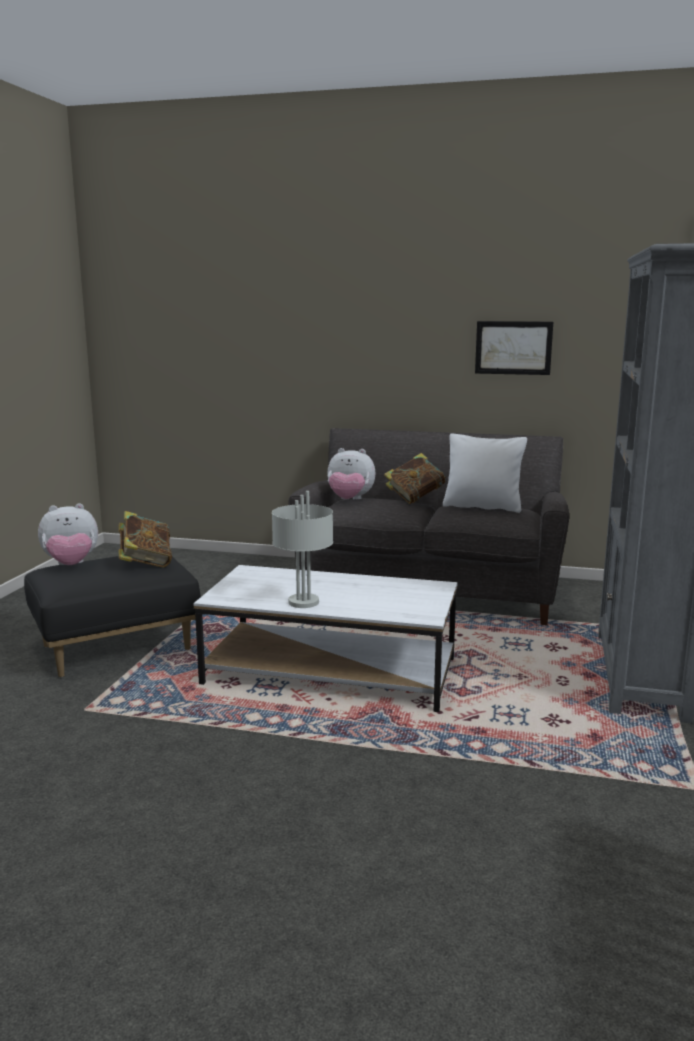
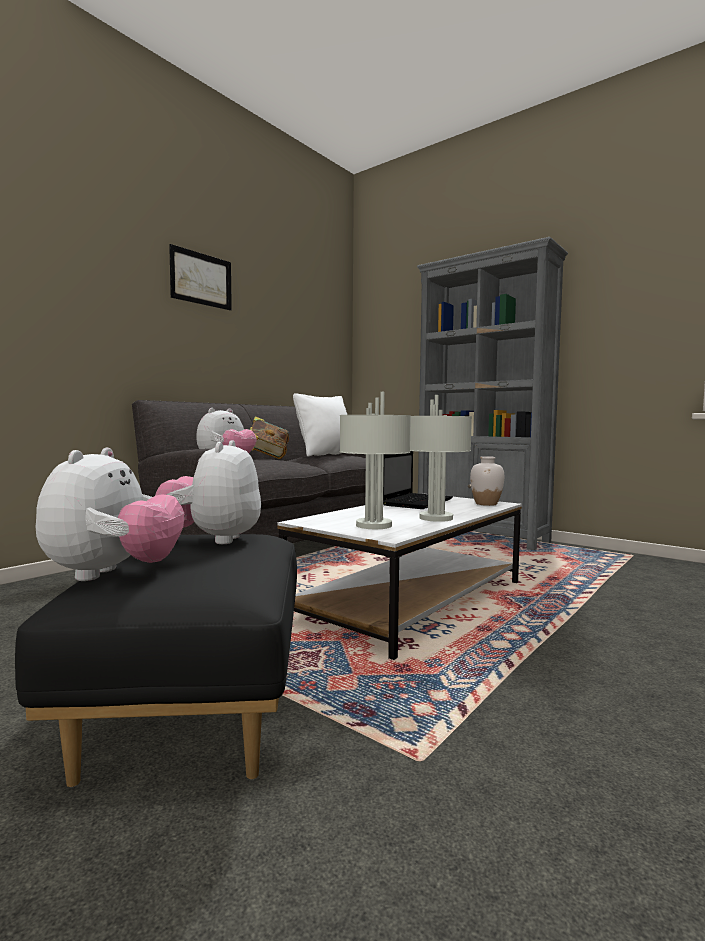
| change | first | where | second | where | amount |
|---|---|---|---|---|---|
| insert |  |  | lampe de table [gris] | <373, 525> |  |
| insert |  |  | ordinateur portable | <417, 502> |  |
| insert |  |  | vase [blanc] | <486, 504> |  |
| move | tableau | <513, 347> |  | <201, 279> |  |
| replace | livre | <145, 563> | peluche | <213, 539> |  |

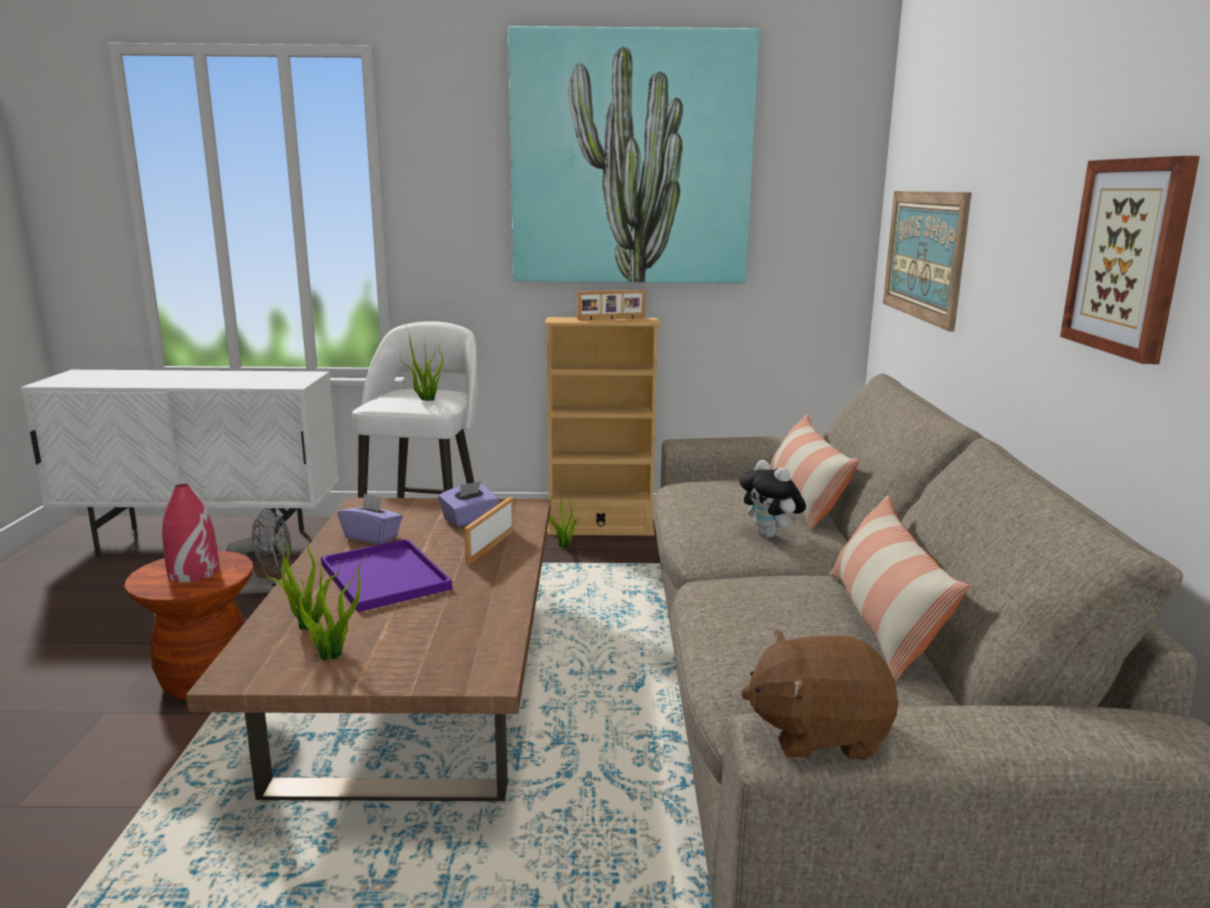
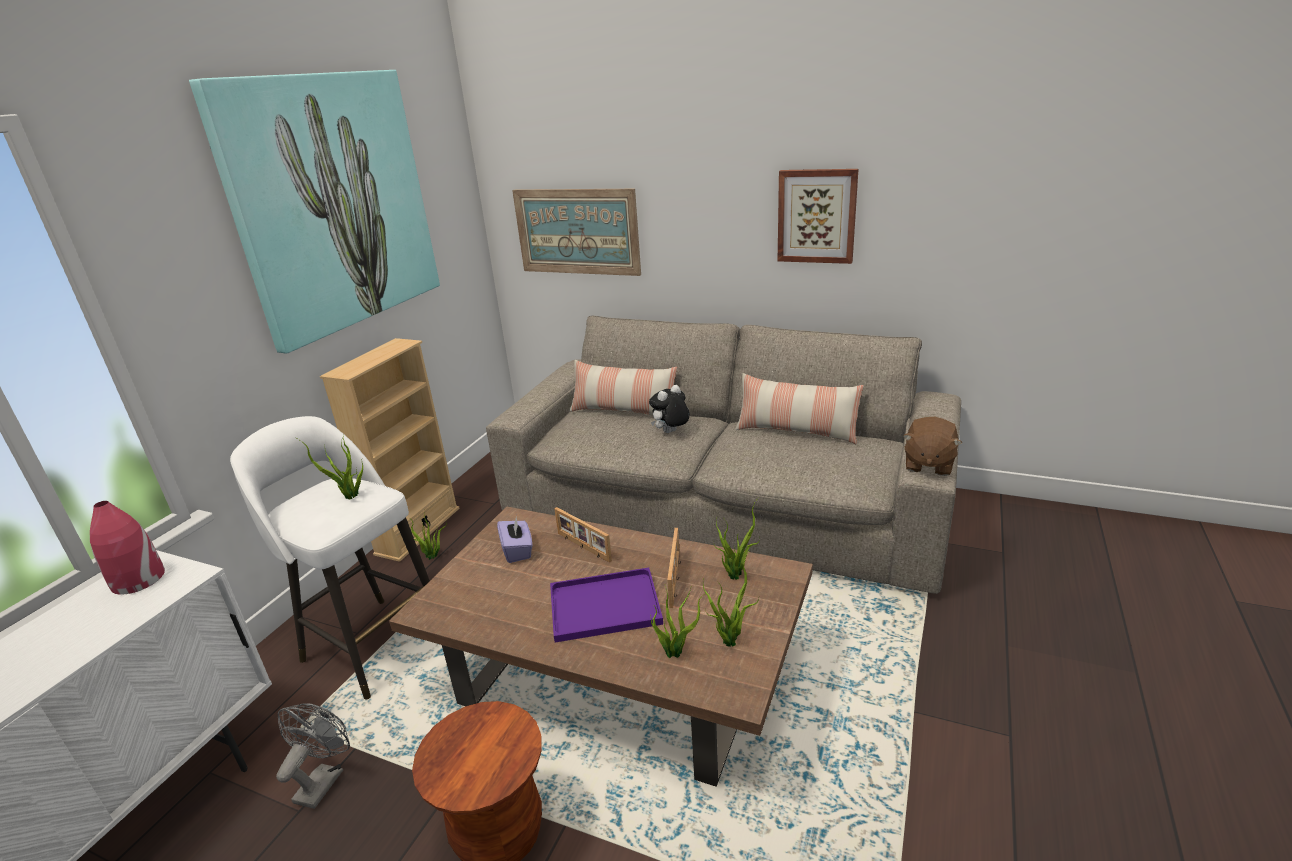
| change | first | where | second | where | amount |
|---|---|---|---|---|---|
| delete | boîte à mouchoirs [violet] | <372, 537> |  |  |  |
| insert |  |  | plante en pot | <734, 573> |  |
| move | vase [rouge] | <193, 572> |  | <137, 580> |  |
| move | cadre photo | <611, 319> |  | <676, 579> |  |
| rotate | peluche | <770, 535> |  | <670, 433> | 150 degrees clockwise |

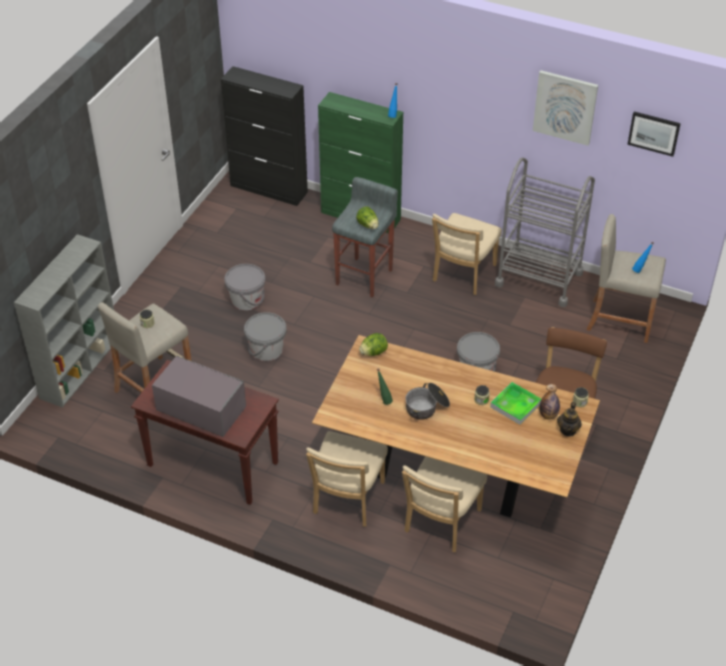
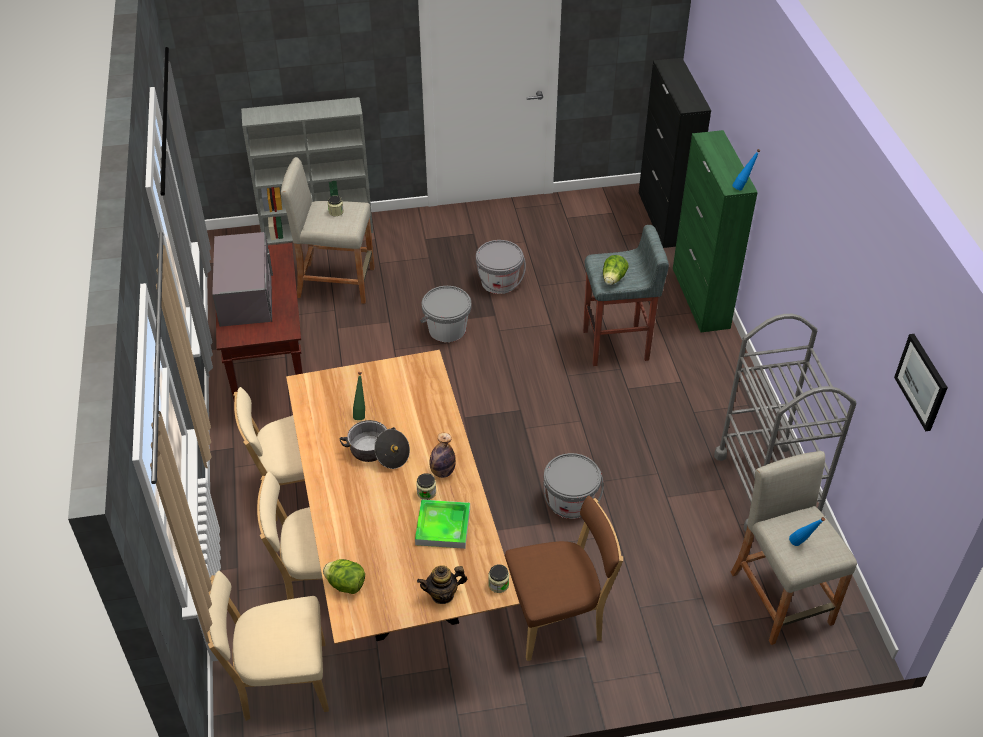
| change | first | where | second | where | amount |
|---|---|---|---|---|---|
| delete | tableau | <565, 107> |  |  |  |
| move | laitue | <373, 352> |  | <346, 584> |  |
| move | chaise [beige] | <462, 275> |  | <280, 682> |  |
| move | bouteille | <548, 415> |  | <442, 472> |  |

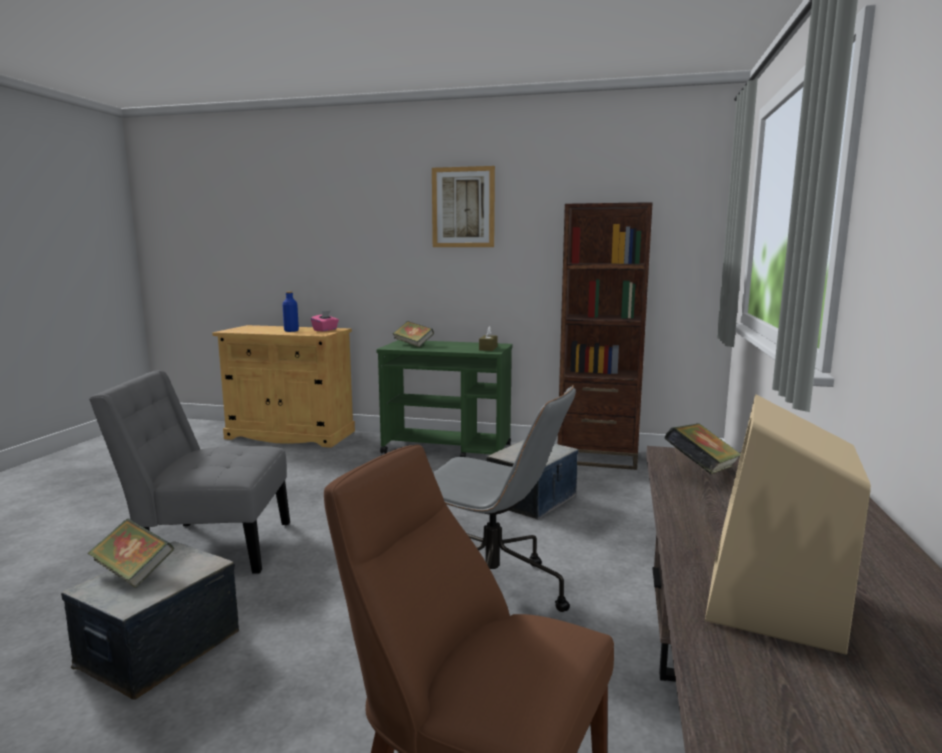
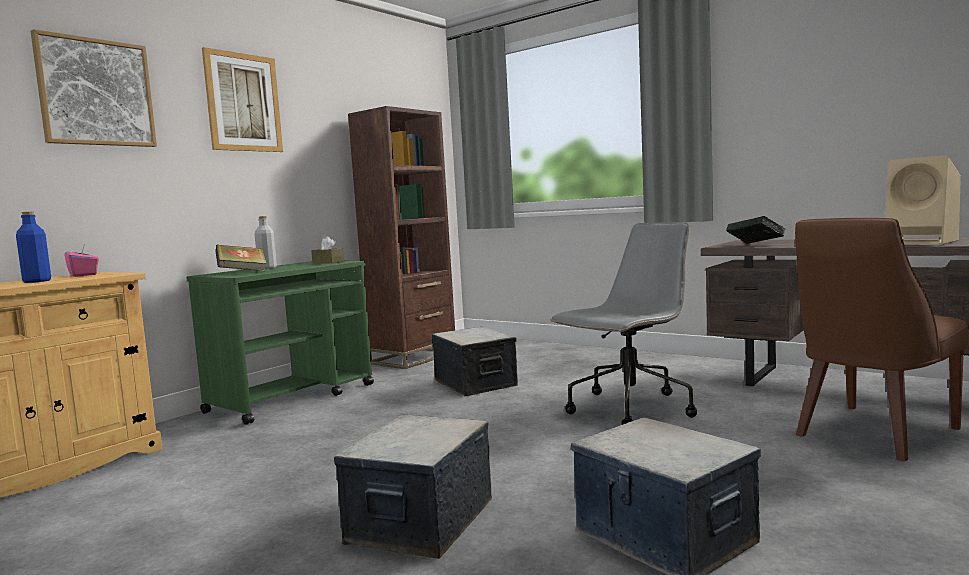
| change | first | where | second | where | amount |
|---|---|---|---|---|---|
| delete | livre | <133, 572> |  |  |  |
| insert |  |  | tableau | <96, 92> |  |
| insert |  |  | bouteille [gris] | <267, 268> |  |
| replace | chaise [gris] | <210, 547> | boîte de rangement | <420, 521> |  |

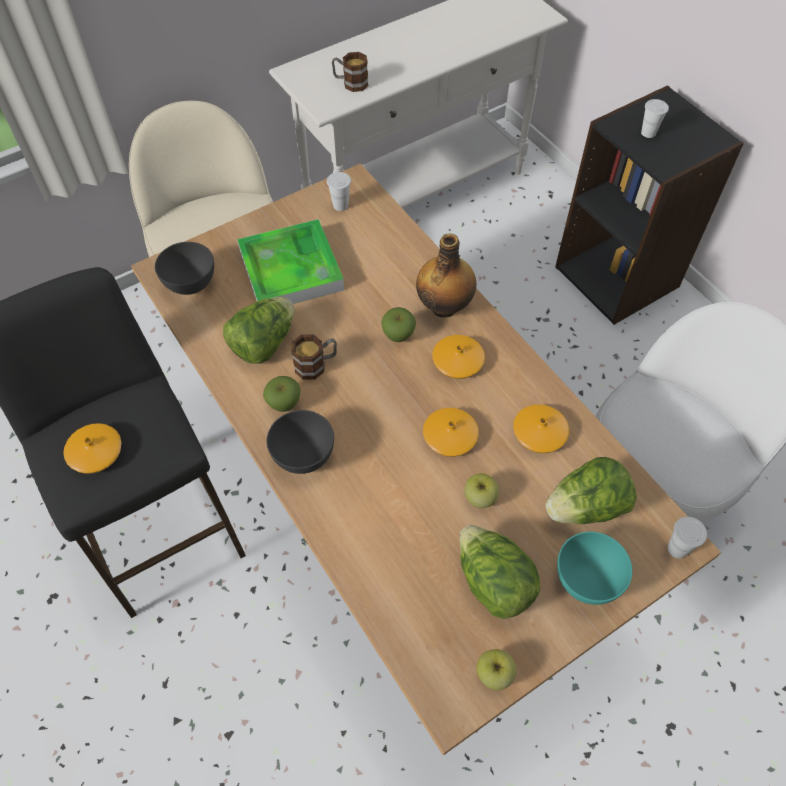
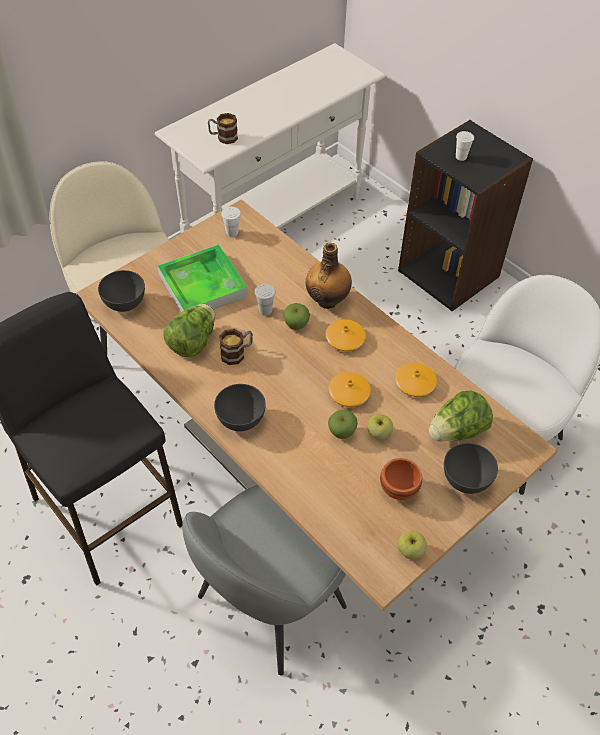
| change | first | where | second | where | amount |
|---|---|---|---|---|---|
| delete | vase [orange] | <95, 452> |  |  |  |
| insert |  |  | chaise [gris] | <268, 604> |  |
| move | pomme | <284, 404> |  | <341, 432> |  |
| move | tasse [blanc] | <677, 549> |  | <265, 310> |  |
| replace | laitue | <493, 583> | bol [marron] | <398, 490> |  |
| recolor | bol [turquoise] | <587, 580> | bol [gris] | <466, 480> |  |

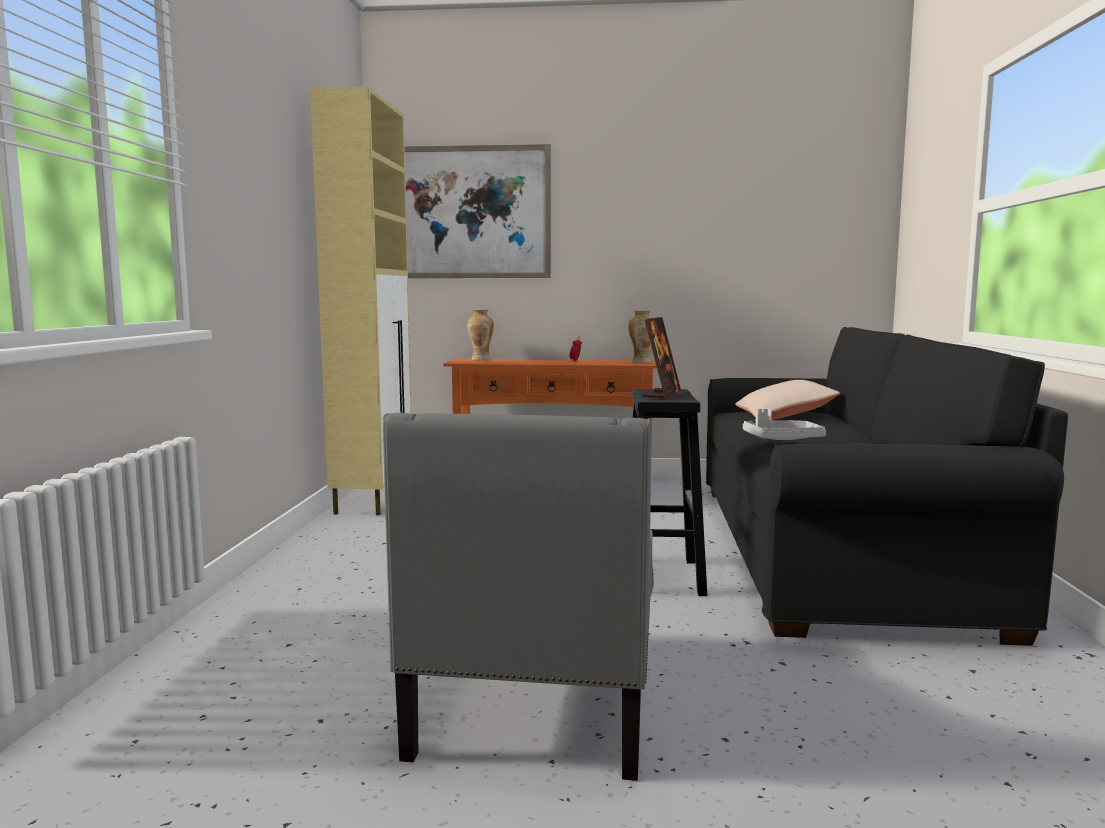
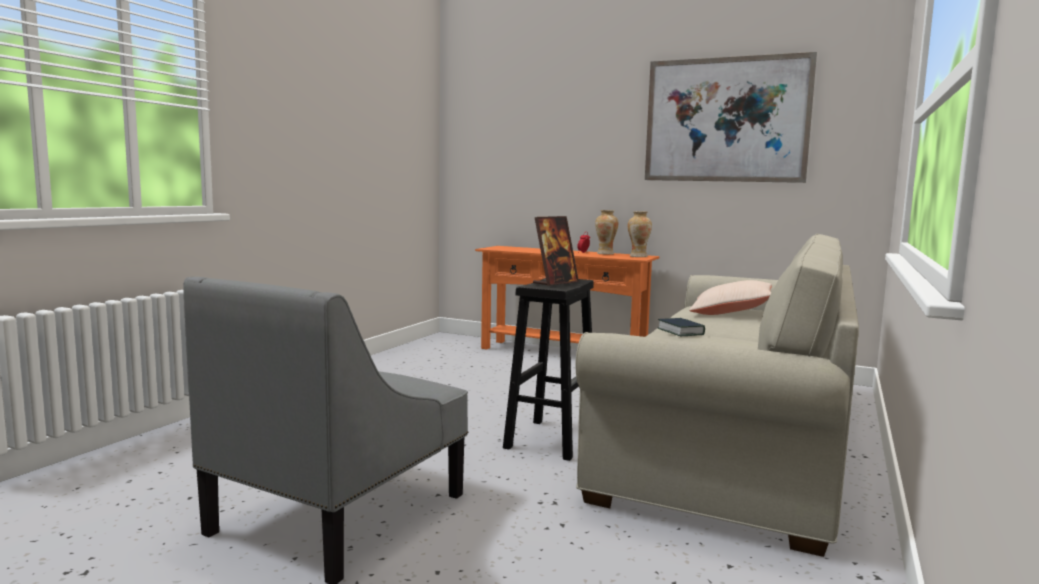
| change | first | where | second | where | amount |
|---|---|---|---|---|---|
| delete | meuble de rangement [beige] | <374, 500> |  |  |  |
| move | tableau | <467, 212> |  | <725, 120> |  |
| move | vase | <481, 359> |  | <605, 254> |  |
| replace | plateau [gris] | <782, 439> | livre | <680, 332> |  |
| recolor | canapé [noir] | <830, 549> | canapé [beige] | <735, 439> |  |

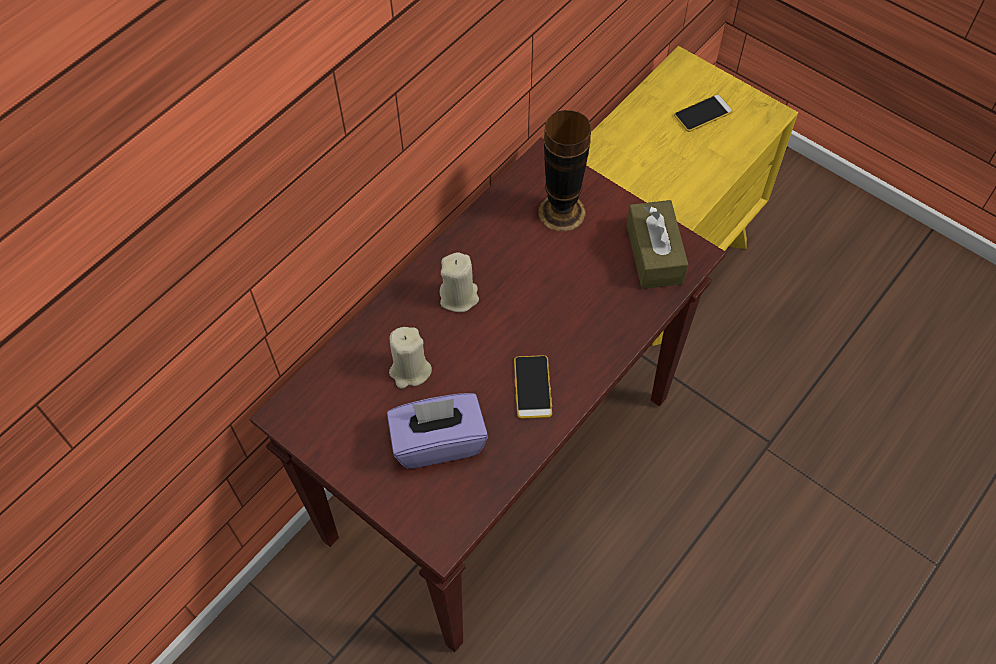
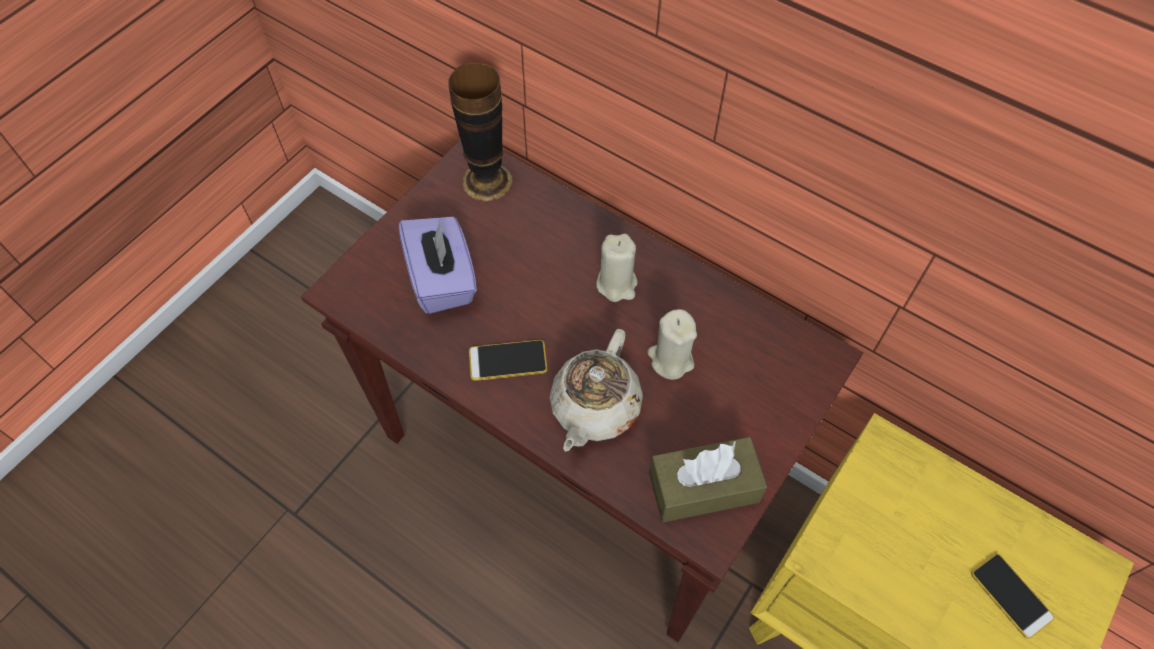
| change | first | where | second | where | amount |
|---|---|---|---|---|---|
| insert |  |  | théière [beige] | <594, 408> |  |
| move | bougie [beige] | <410, 371> |  | <670, 359> |  |
| move | vase | <561, 212> |  | <487, 181> |  |

